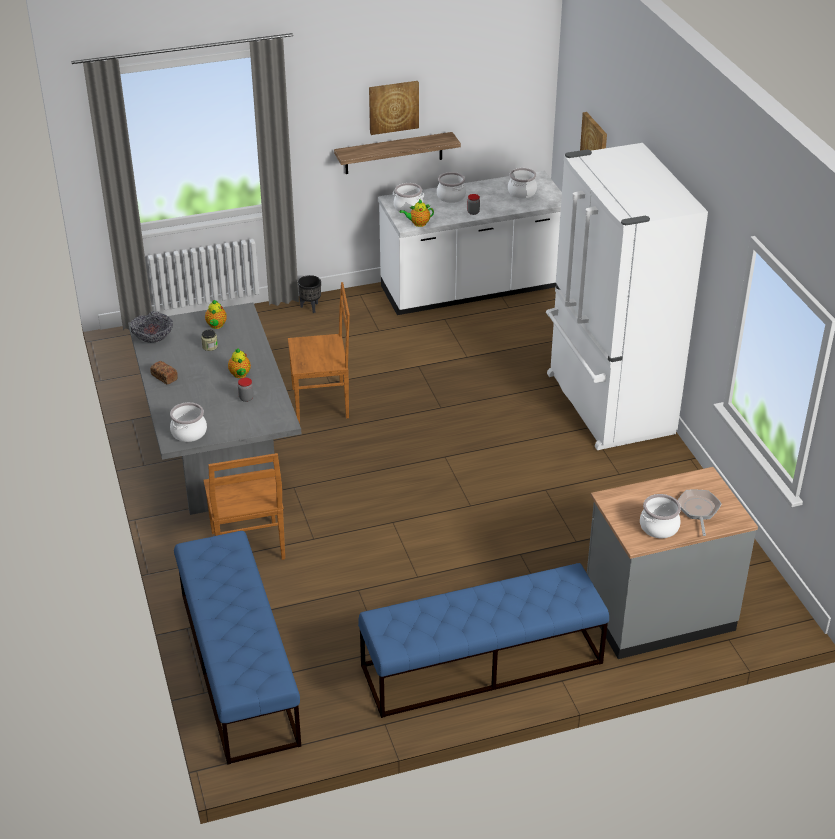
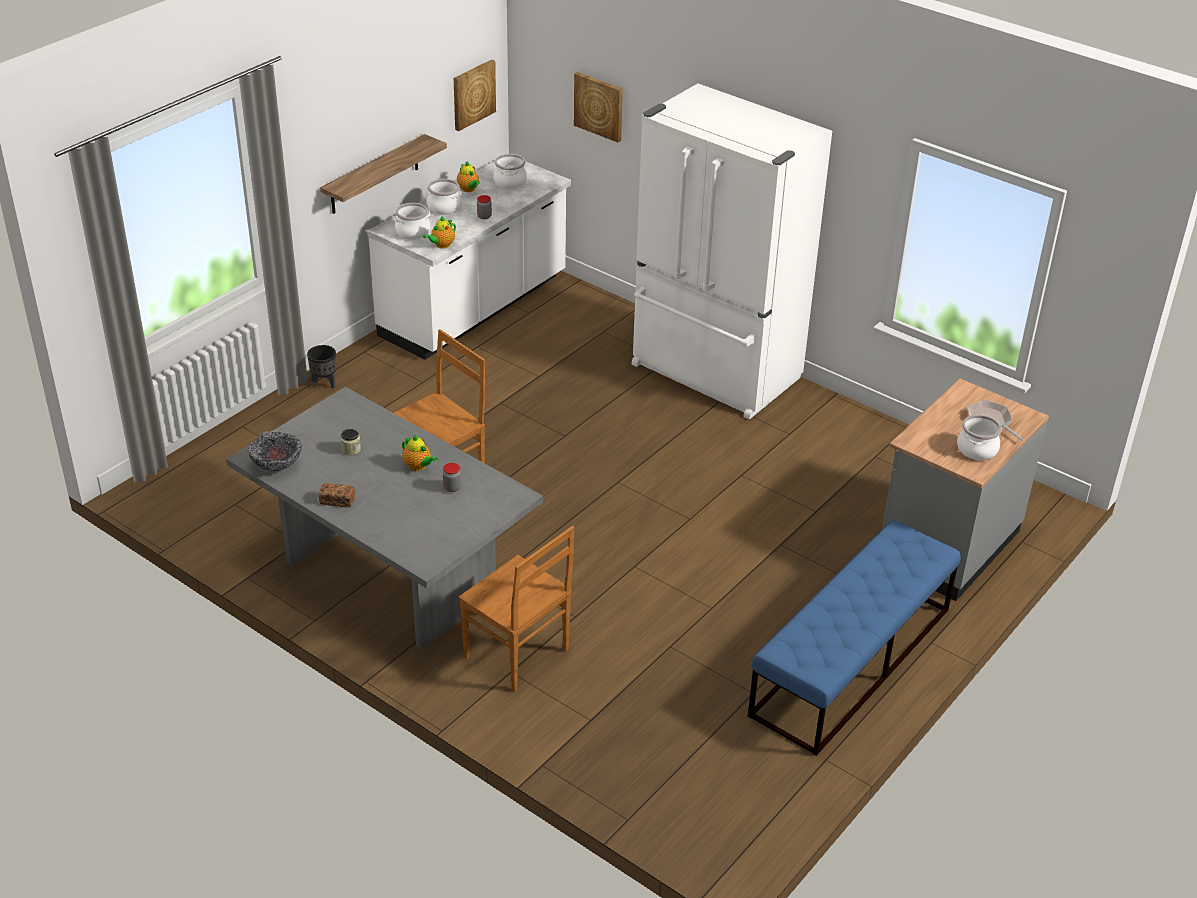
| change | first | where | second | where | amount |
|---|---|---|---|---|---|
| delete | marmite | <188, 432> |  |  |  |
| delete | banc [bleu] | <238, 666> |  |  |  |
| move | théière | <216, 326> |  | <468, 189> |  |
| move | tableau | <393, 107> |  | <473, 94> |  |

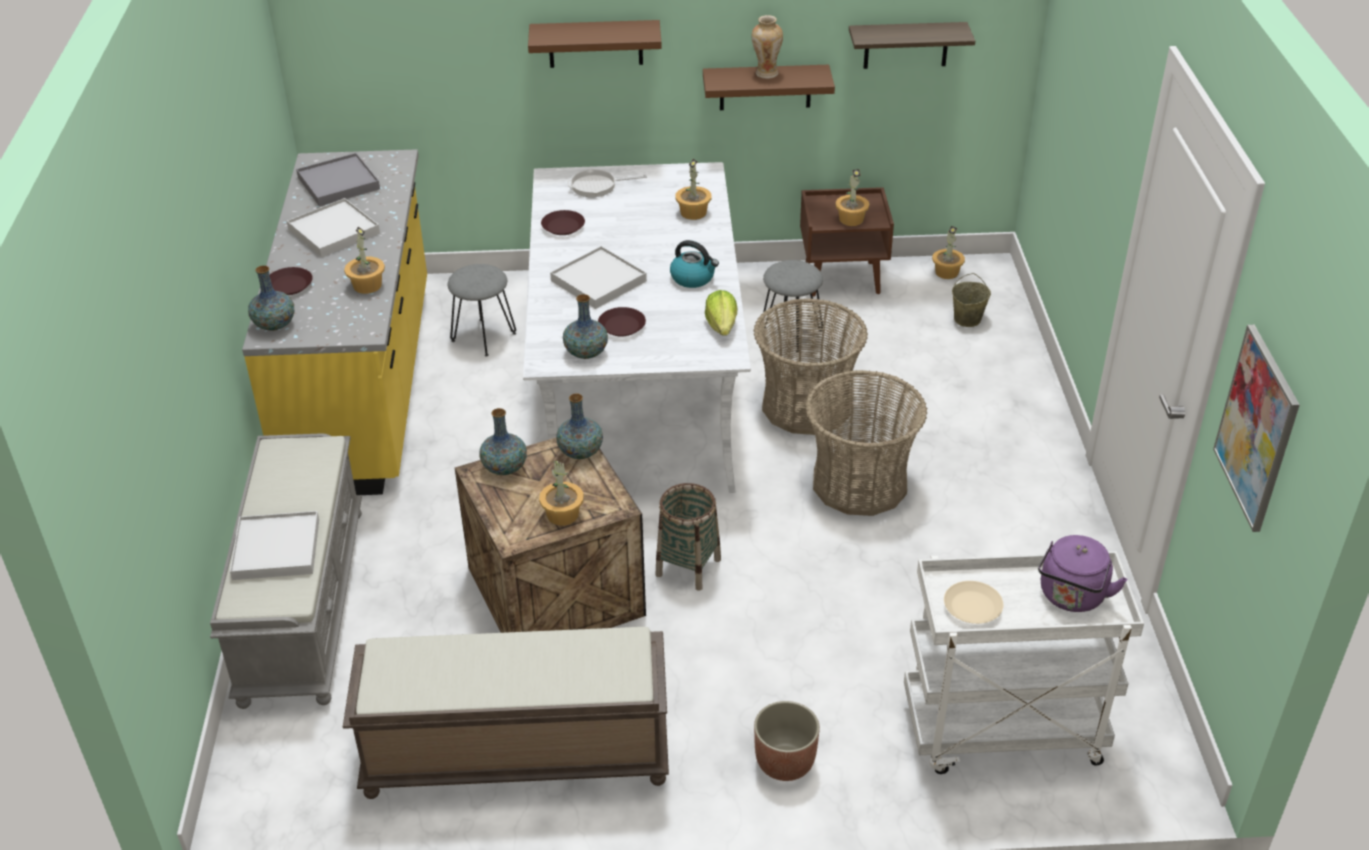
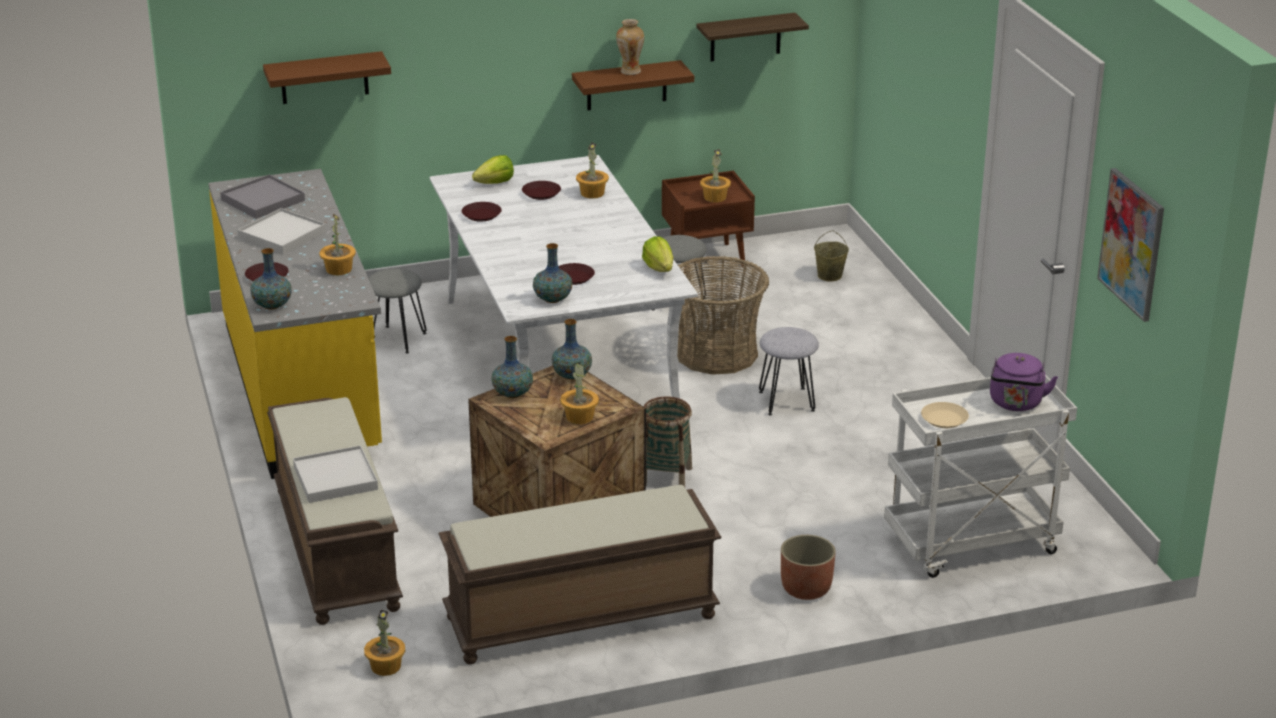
| change | first | where | second | where | amount |
|---|---|---|---|---|---|
| delete | plateau [blanc] | <598, 281> |  |  |  |
| delete | bouilloire | <693, 278> |  |  |  |
| insert |  |  | assiette [marron] | <541, 193> |  |
| move | étagère [marron] | <595, 43> |  | <324, 78> |  |
| move | plante en pot | <947, 272> |  | <386, 666> |  |
| replace | poêle | <597, 186> | laitue | <495, 183> |  |
| replace | panier | <859, 483> | tabouret [gris] | <786, 401> |  |
| recolor | banc [gris] | <301, 603> | banc [marron] | <334, 548> |  |

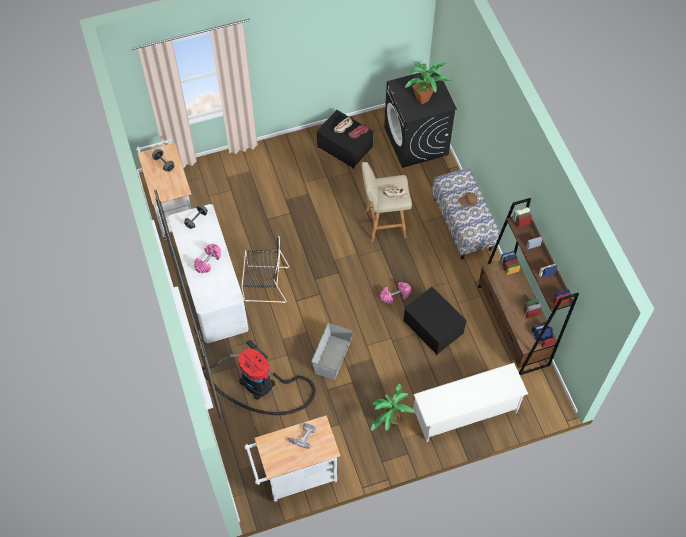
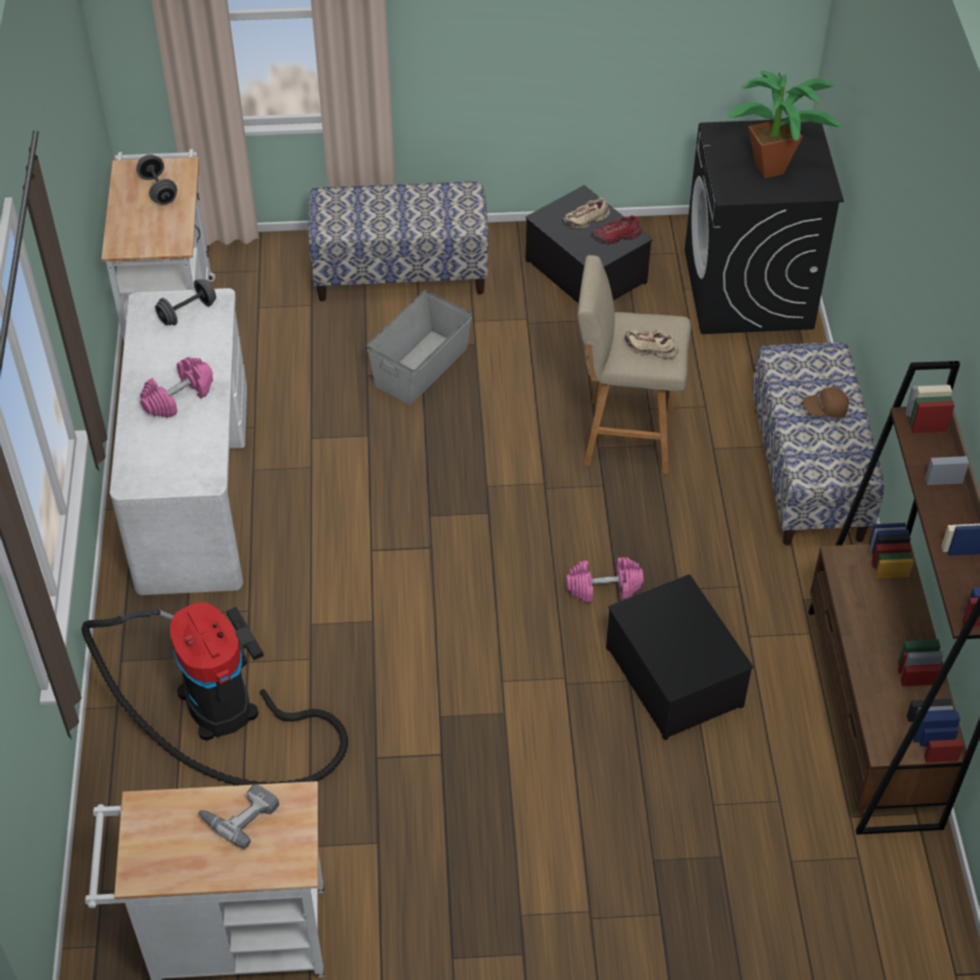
| change | first | where | second | where | amount |
|---|---|---|---|---|---|
| delete | chaise [noir] | <264, 284> |  |  |  |
| delete | plante en pot | <389, 423> |  |  |  |
| delete | étagère à chaussures [blanc] | <465, 412> |  |  |  |
| insert |  |  | banc | <401, 272> |  |
| move | boîte de rangement [gris] | <333, 357> |  | <422, 367> |  |

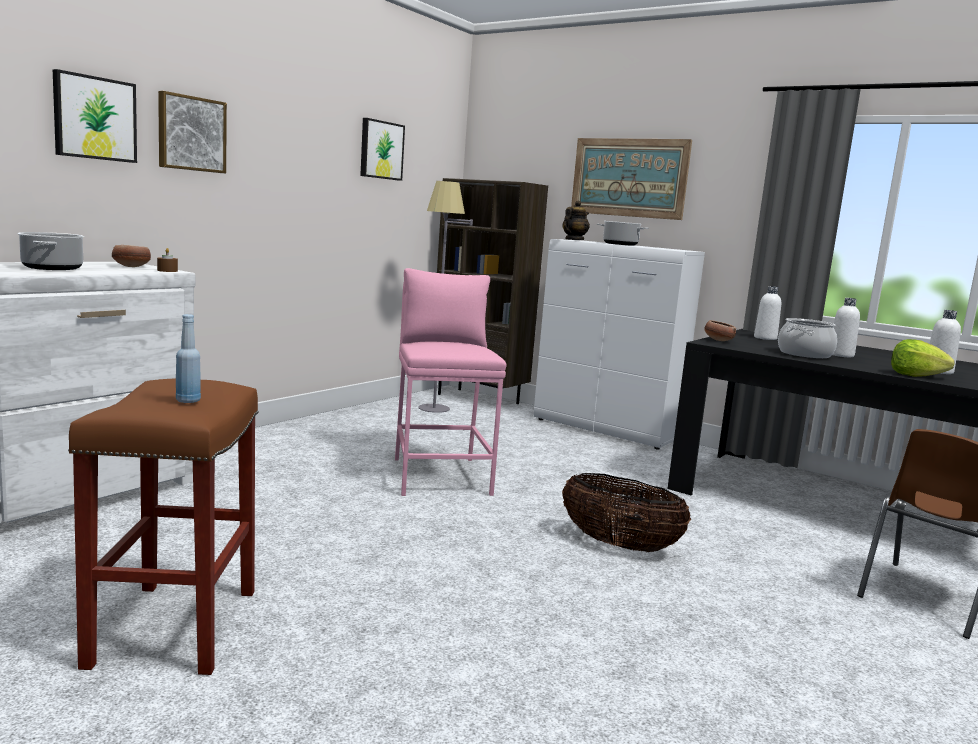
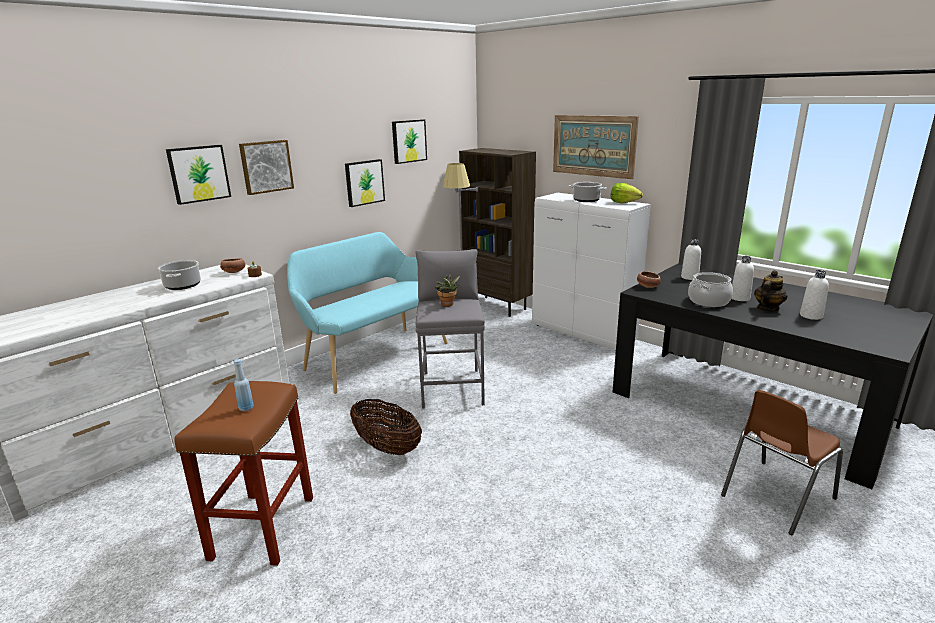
| change | first | where | second | where | amount |
|---|---|---|---|---|---|
| insert |  |  | banc [turquoise] | <372, 355> |  |
| insert |  |  | tableau | <364, 182> |  |
| insert |  |  | plante en pot | <448, 305> |  |
| move | panier | <619, 545> |  | <387, 447> |  |
| move | théière | <574, 240> |  | <767, 308> |  |
| move | laitue | <915, 375> |  | <624, 202> |  |
| recolor | tabouret [rose] | <441, 476> | tabouret [gris] | <452, 388> |  |

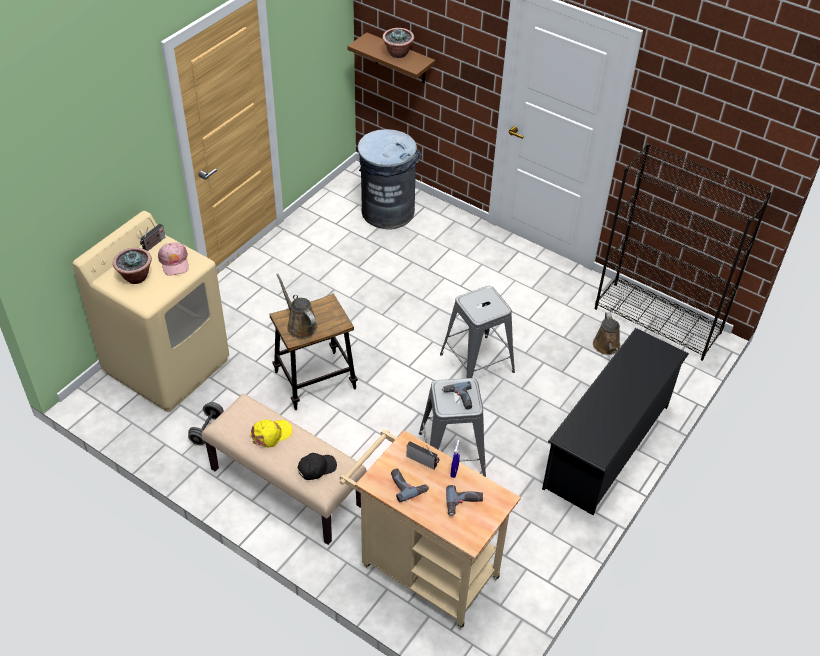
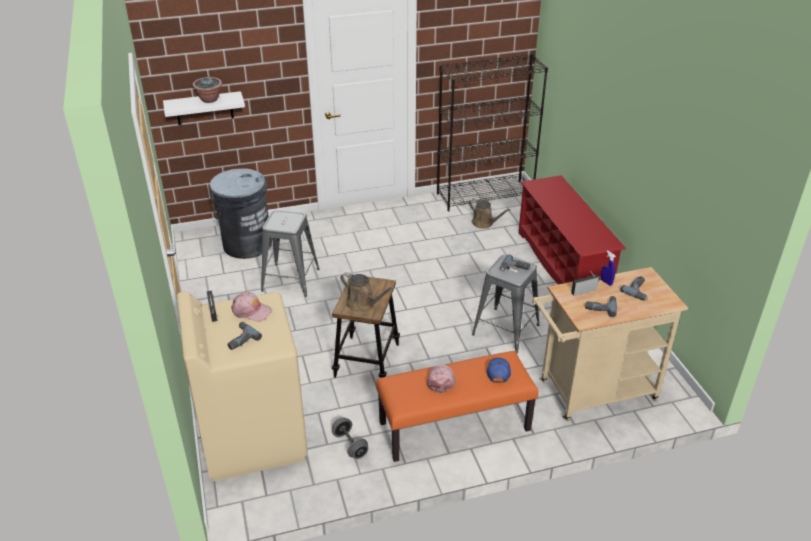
| change | first | where | second | where | amount |
|---|---|---|---|---|---|
| move | tabouret [gris] | <477, 363> |  | <290, 280> |  |
| replace | plante en pot | <135, 277> | perceuse | <240, 339> |  |
| recolor | banc [beige] | <285, 487> | banc [orange] | <454, 427> |  |
| recolor | casquette [jaune] | <271, 434> | casquette [rose] | <441, 380> |  |
| recolor | casquette [noir] | <316, 468> | casquette [bleu] | <498, 372> |  |
| recolor | étagère [marron] | <400, 59> | étagère [blanc] | <204, 108> |  |
| recolor | étagère à chaussures [noir] | <607, 446> | étagère à chaussures [rouge] | <563, 264> |  |
| rotate | arrosoir [marron] | <300, 325> |  | <363, 304> | 150 degrees counterclockwise |

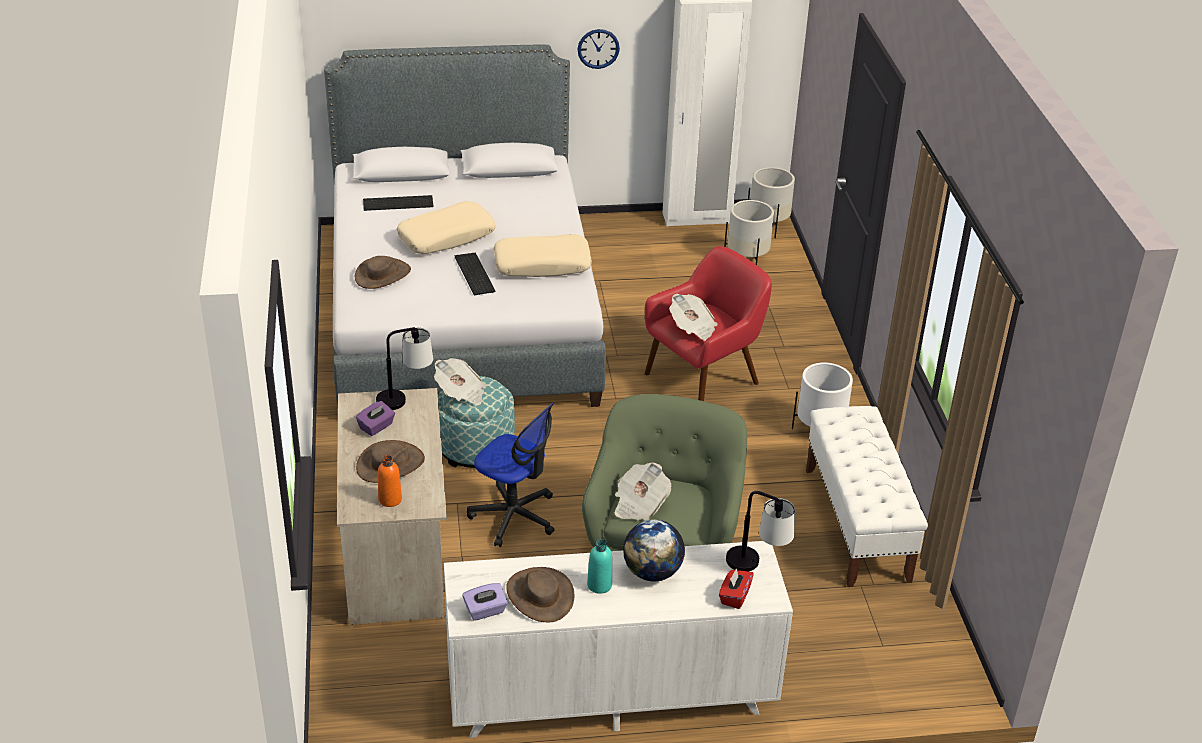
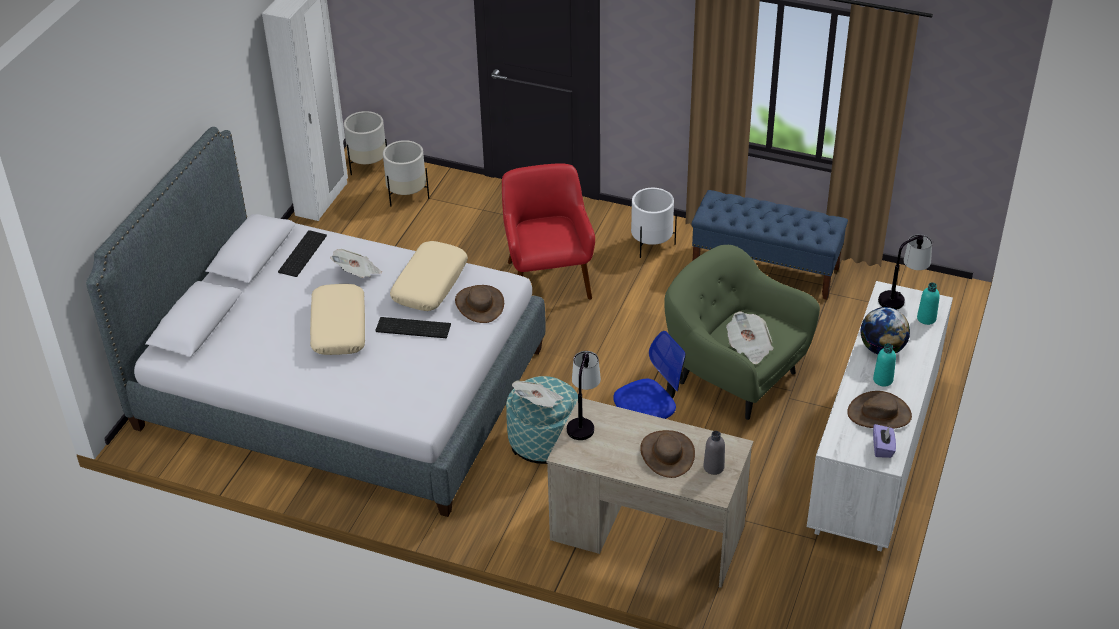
| change | first | where | second | where | amount |
|---|---|---|---|---|---|
| delete | boîte à mouchoirs [violet] | <376, 427> |  |  |  |
| delete | horloge murale | <598, 48> |  |  |  |
| move | chapeau [marron] | <383, 275> |  | <480, 304> |  |
| move | clavier | <398, 202> |  | <301, 253> |  |
| move | journal | <693, 328> |  | <357, 273> |  |
| replace | boîte à mouchoirs [rouge] | <734, 596> | bouteille [turquoise] | <926, 318> |  |
| recolor | bouteille [orange] | <390, 499> | bouteille [gris] | <713, 467> |  |
| recolor | banc [blanc] | <857, 524> | banc [bleu] | <766, 269> |  |

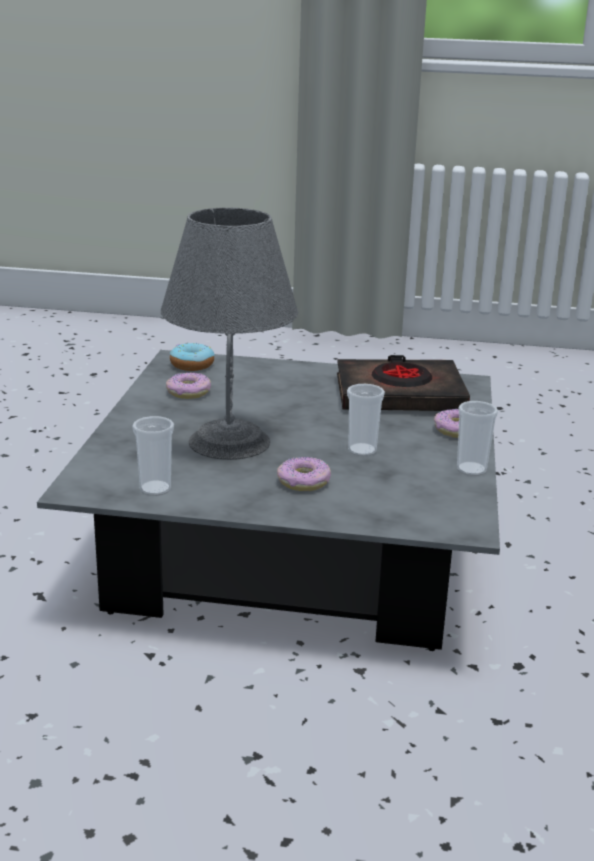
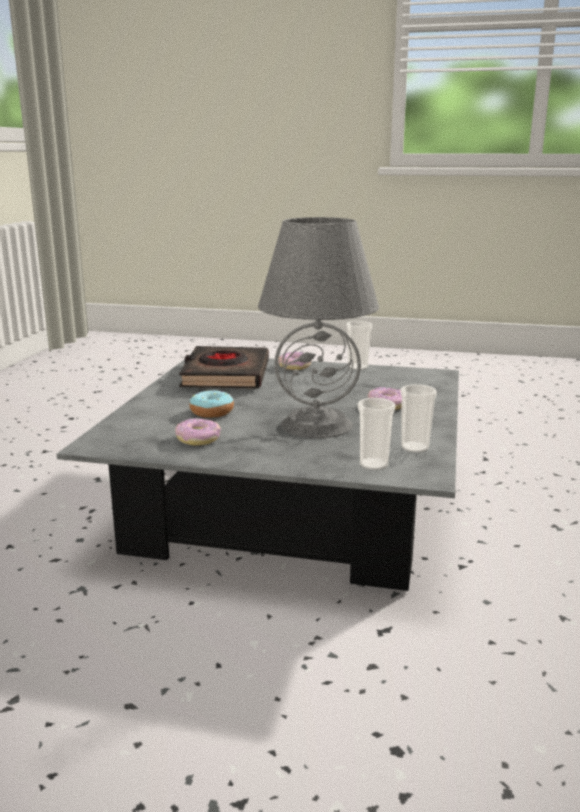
| change | first | where | second | where | amount |
|---|---|---|---|---|---|
| move | beignet | <192, 365> |  | <212, 412> |  |
| move | tasse | <362, 450> |  | <373, 465> |  |

